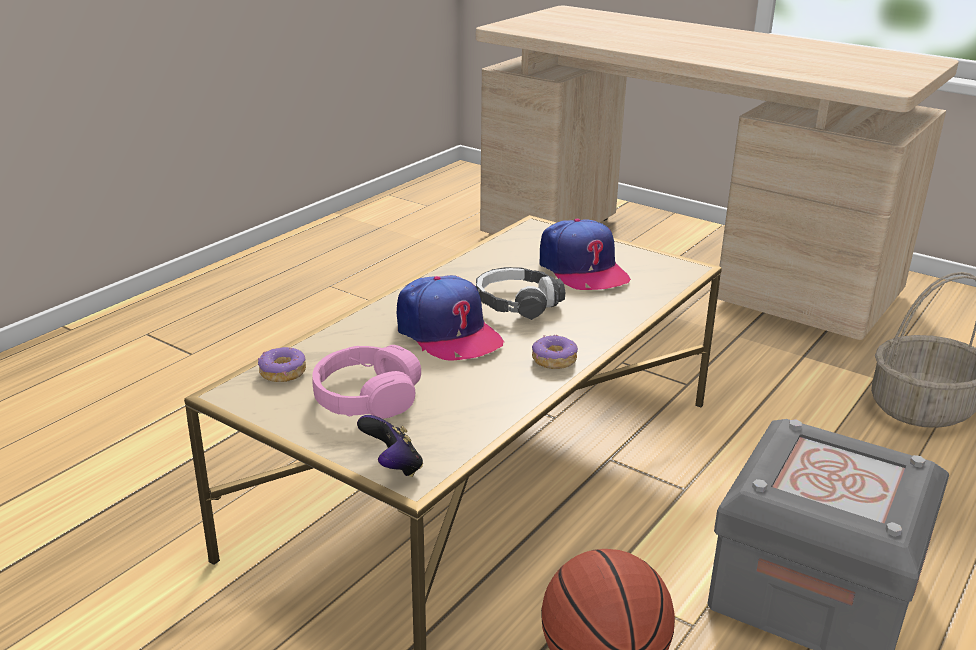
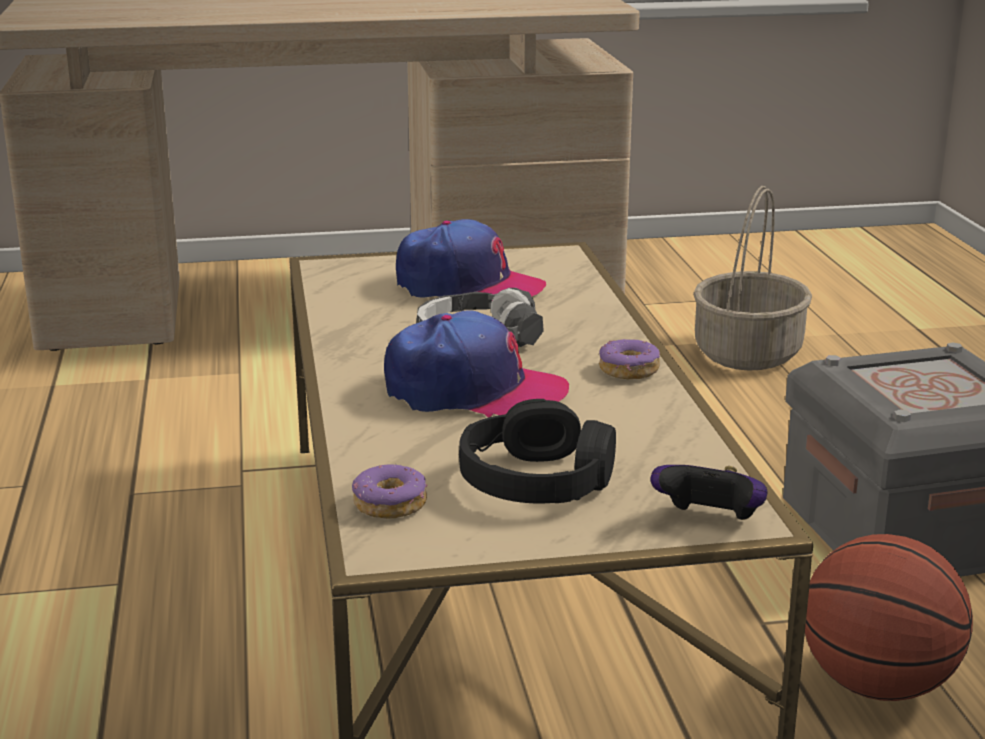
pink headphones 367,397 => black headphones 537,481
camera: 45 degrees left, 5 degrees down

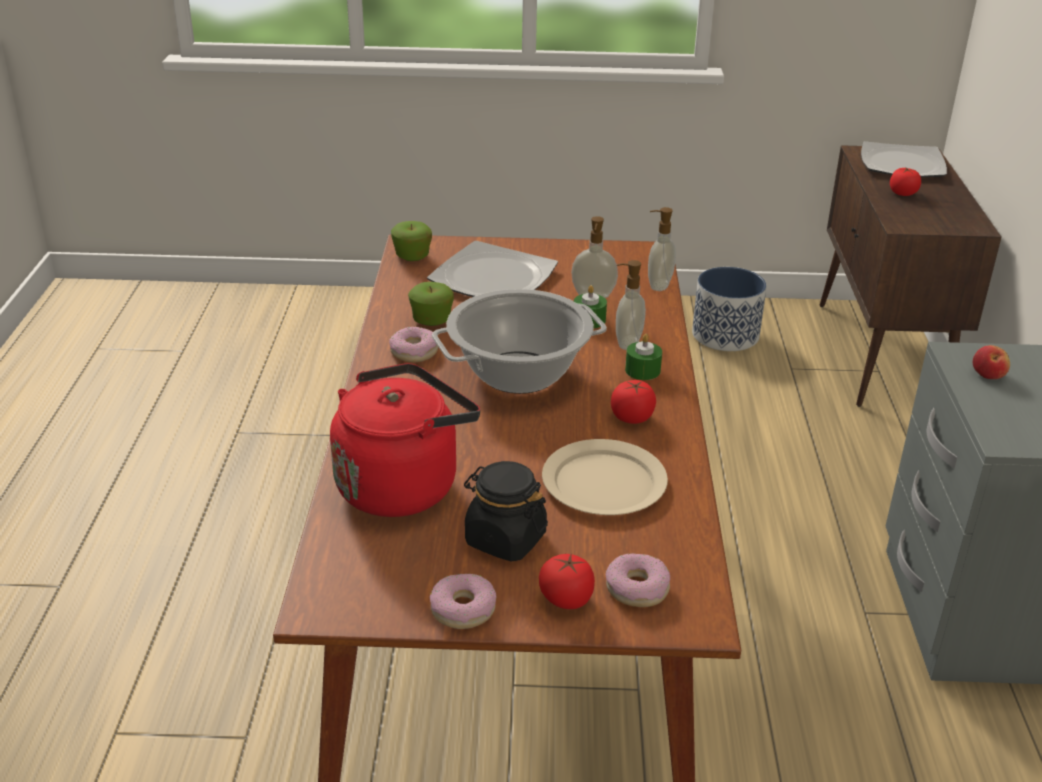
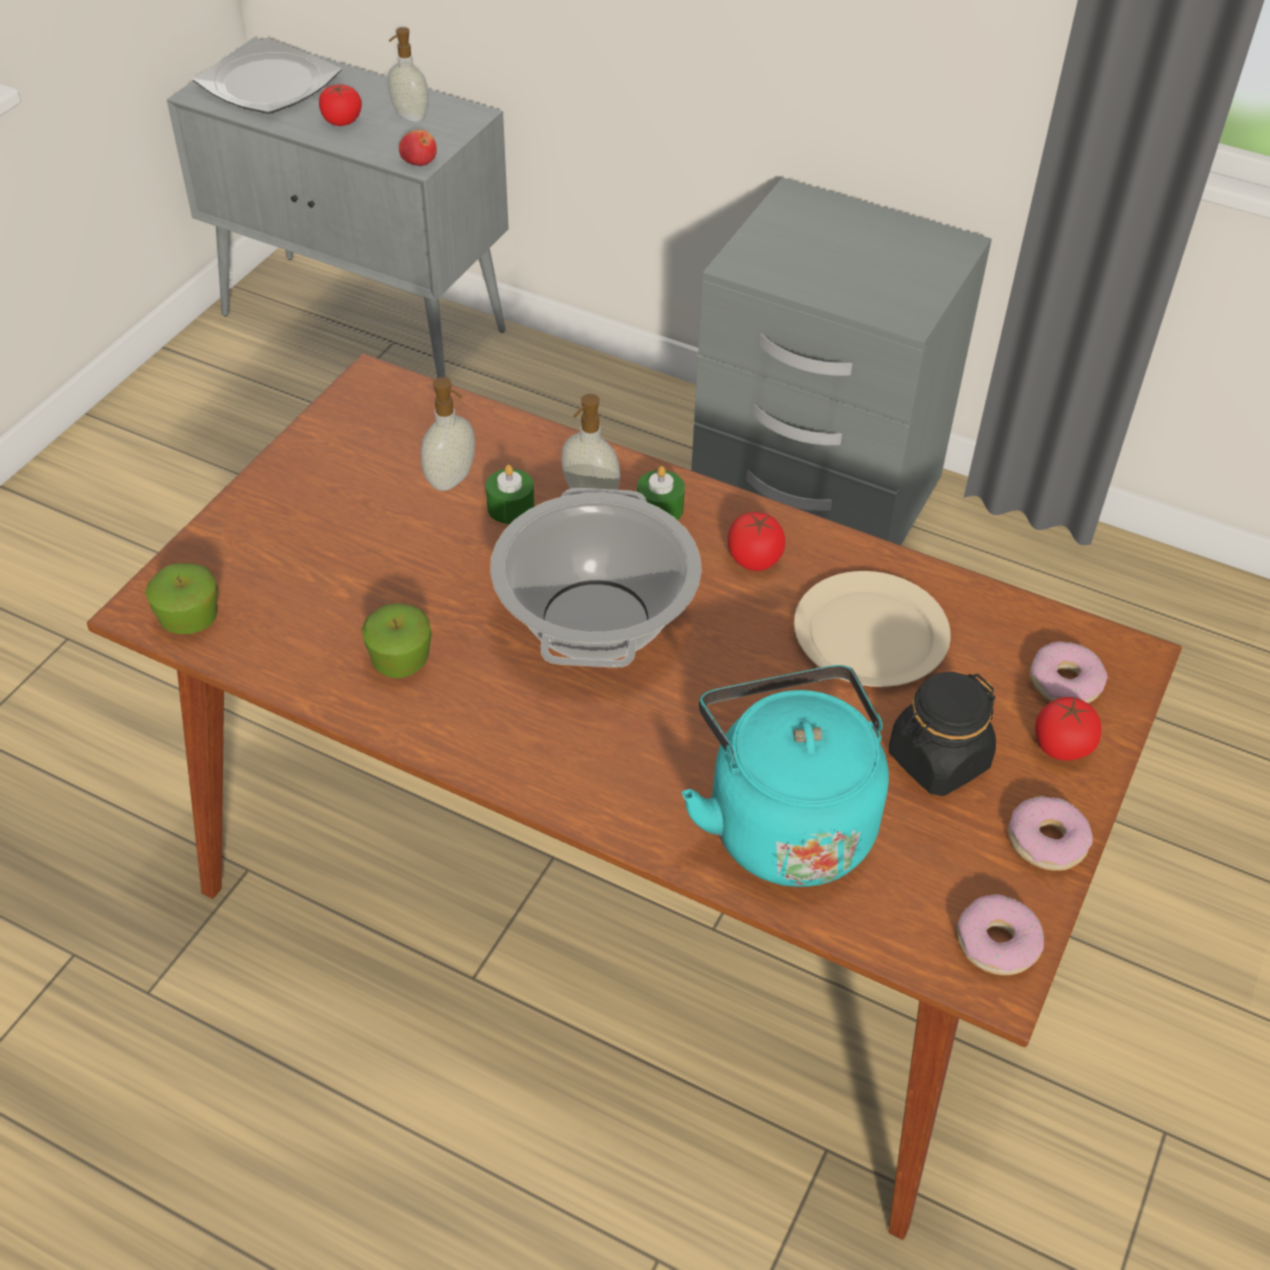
red-coloured water kettle 402,484 => blue-green water kettle 785,821
donut 414,351 => donut 997,942, relocated
dinner plate 494,278 => nothing
soap dispenser 658,285 => soap dispenser 409,116, relocated
plant pot 725,335 => nothing
brownish cabinet 881,355 => greyish cabinet 366,324
whole apple 988,374 => whole apple 419,161, relocated
camera: 65 degrees left, 15 degrees up

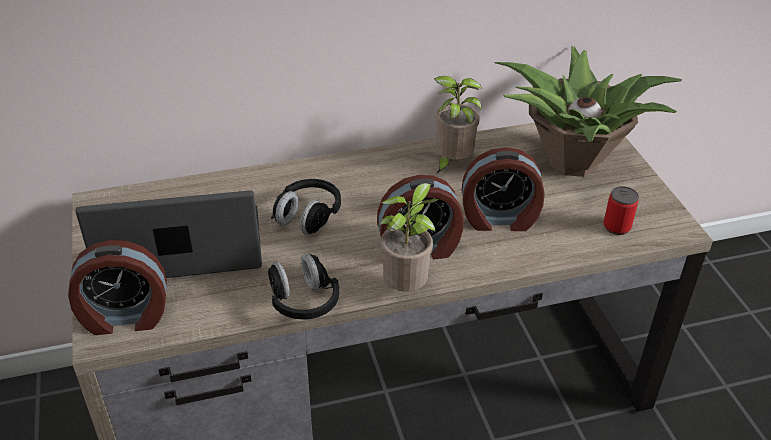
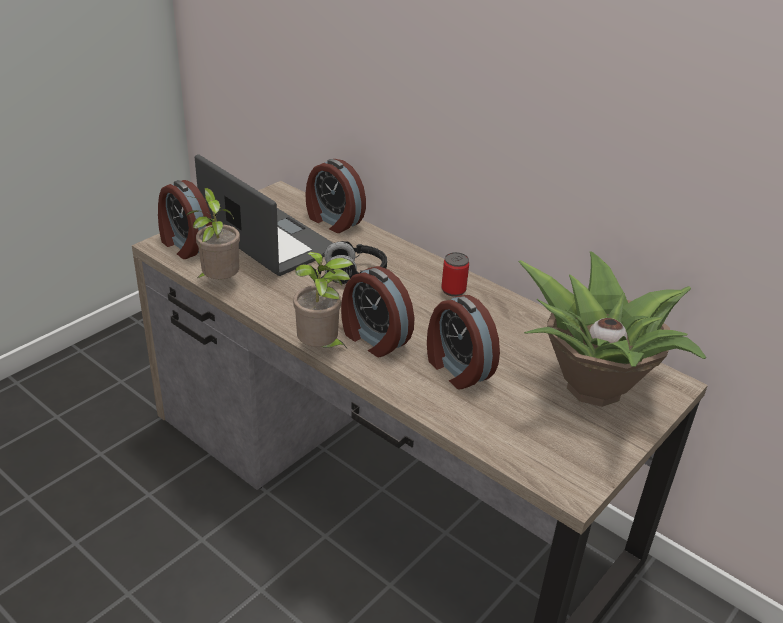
black headphones 303,301 => nothing
potted plant 452,163 => potted plant 219,282, relocated
can 616,227 => can 453,290, relocated
nothing => alarm clock 333,221
camera: 55 degrees right, 5 degrees down

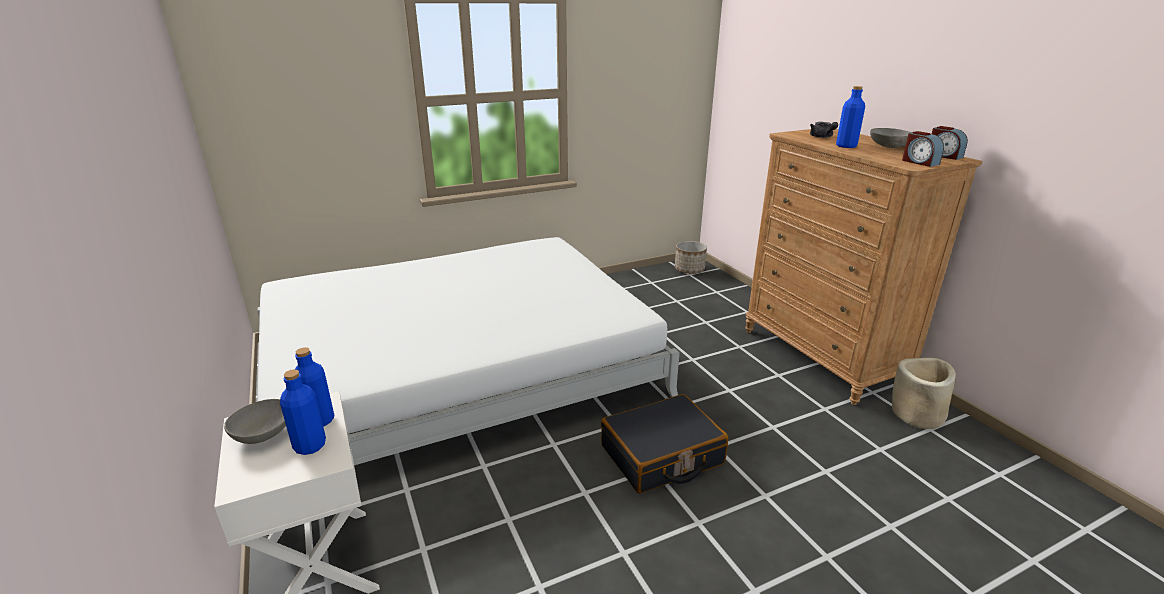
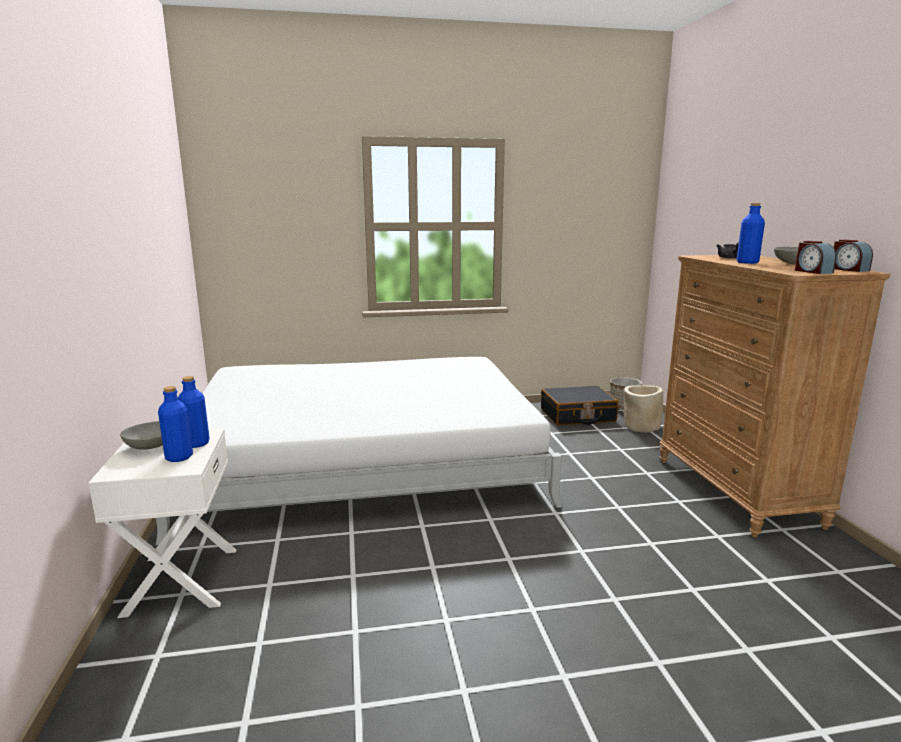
black suitcase 662,455 => black suitcase 577,415, relocated
beige-coloured plant pot 916,415 => beige-coloured plant pot 641,426, relocated
camera: 15 degrees right, 10 degrees down

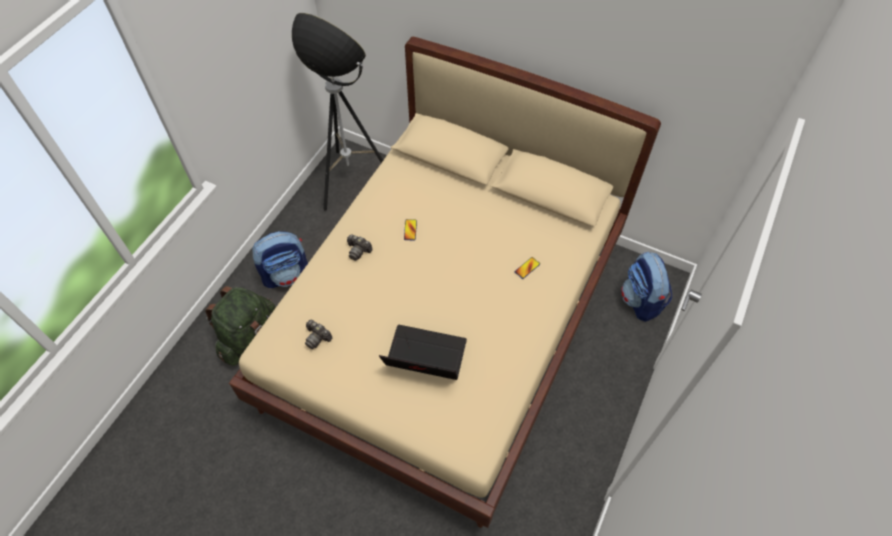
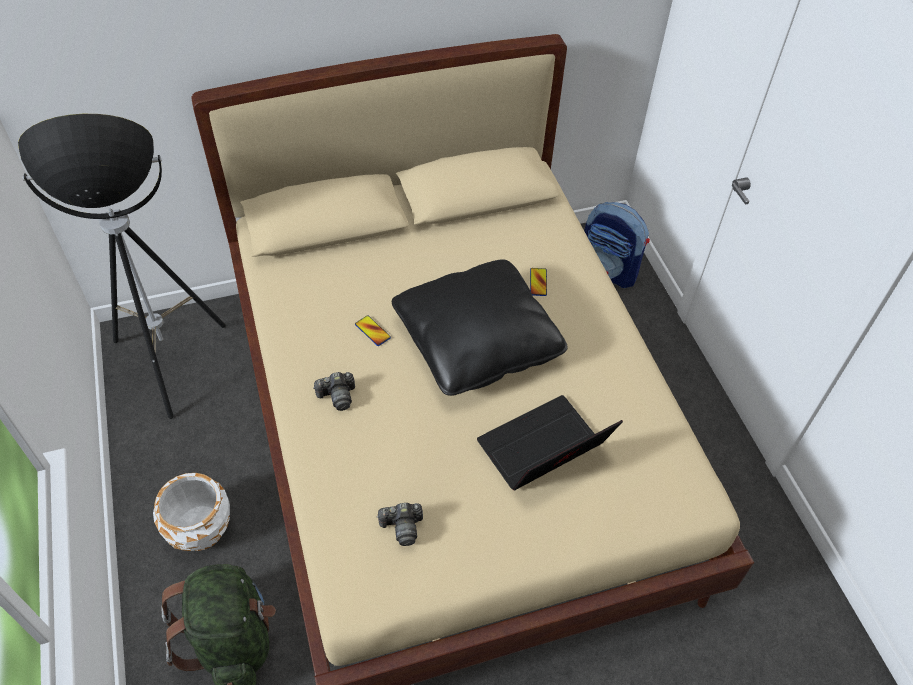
knapsack 286,274 => whitish plant pot 200,528
nothing => black cushion 477,342
camera: 45 degrees left, 5 degrees down

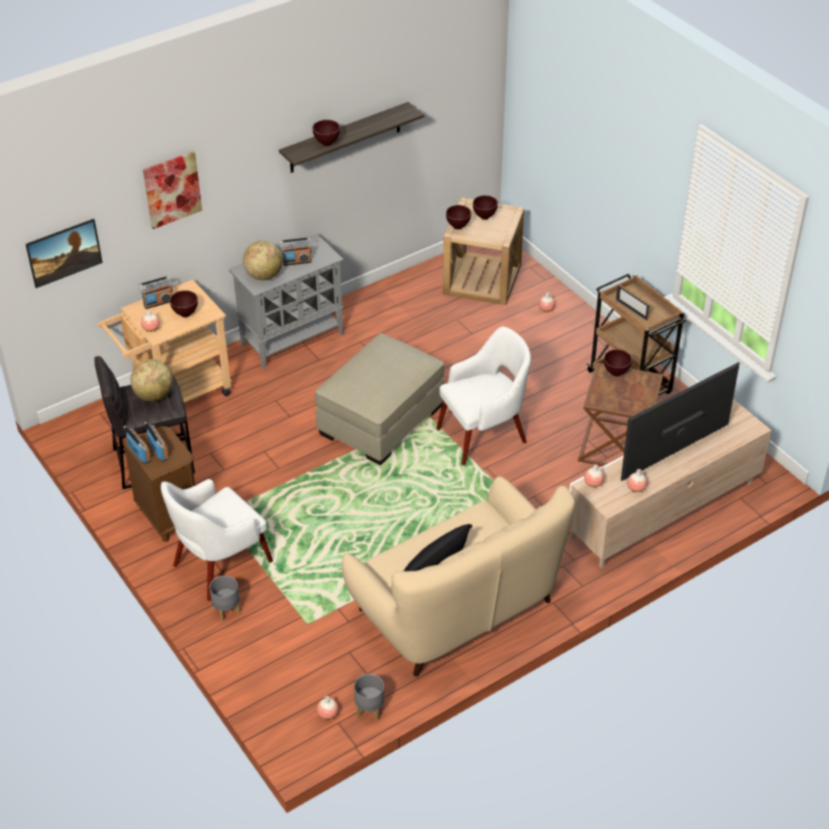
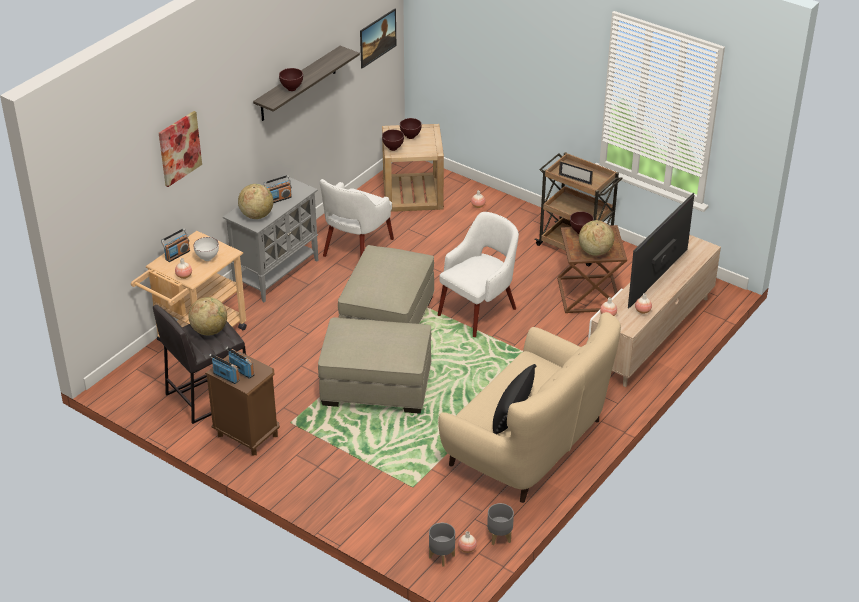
wall art 66,263 => wall art 378,47, relocated
whitish lounge chair 220,564 => whitish lounge chair 356,248, relocated
brownish serving bowl 185,314 => whitish serving bowl 207,259
greyish plant pot 226,611 => greyish plant pot 441,556, relocated
nothing => beige-coloured ottoman 375,385
nothing => desk globe 594,252
camera: 20 degrees left, 5 degrees down

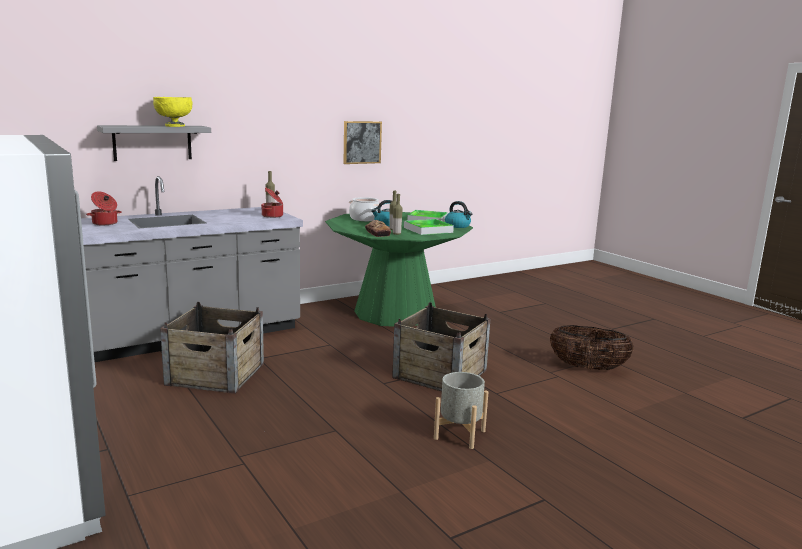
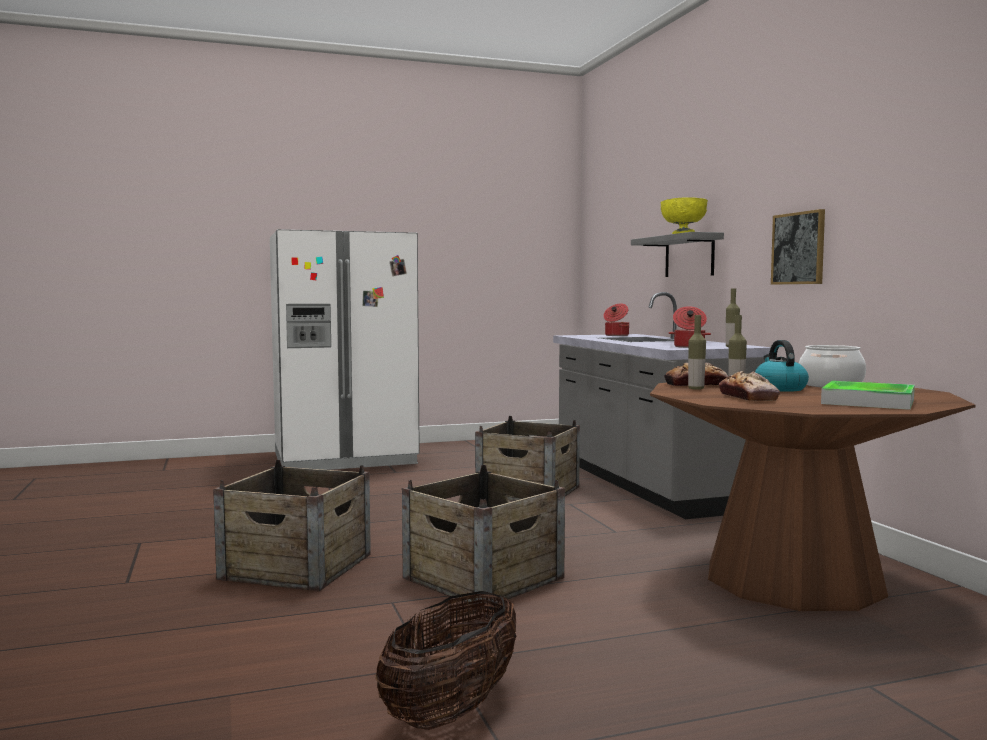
green-coloured kitchen table 395,313 => brownish kitchen table 793,578
wall art 362,142 => wall art 798,248, relocated
serving tray 428,230 => baked bread 748,397
greyish plant pot 459,435 => shipping crate 297,566
water kettle 458,226 => nothing
camera: 105 degrees right, 10 degrees down

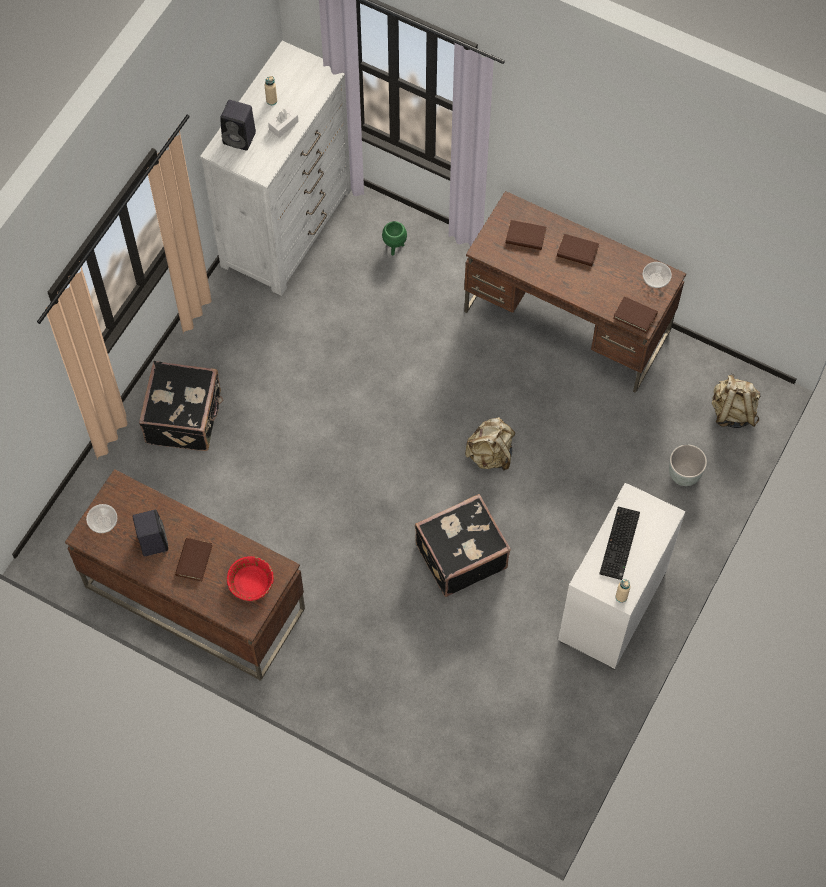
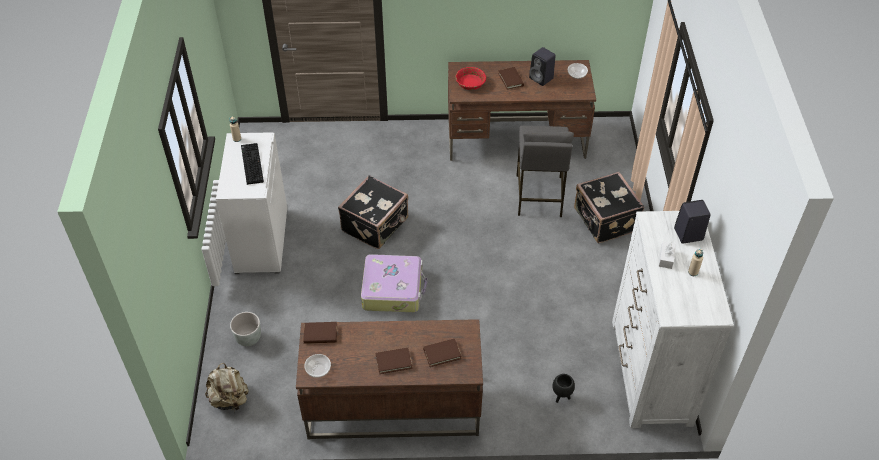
green-coloured plant pot 394,247 => black plant pot 561,397
beige-coloured knapsack 490,454 => suitcase 393,289
nothing => greyish sitting stool 539,196
camera: 150 degrees right, 15 degrees down

